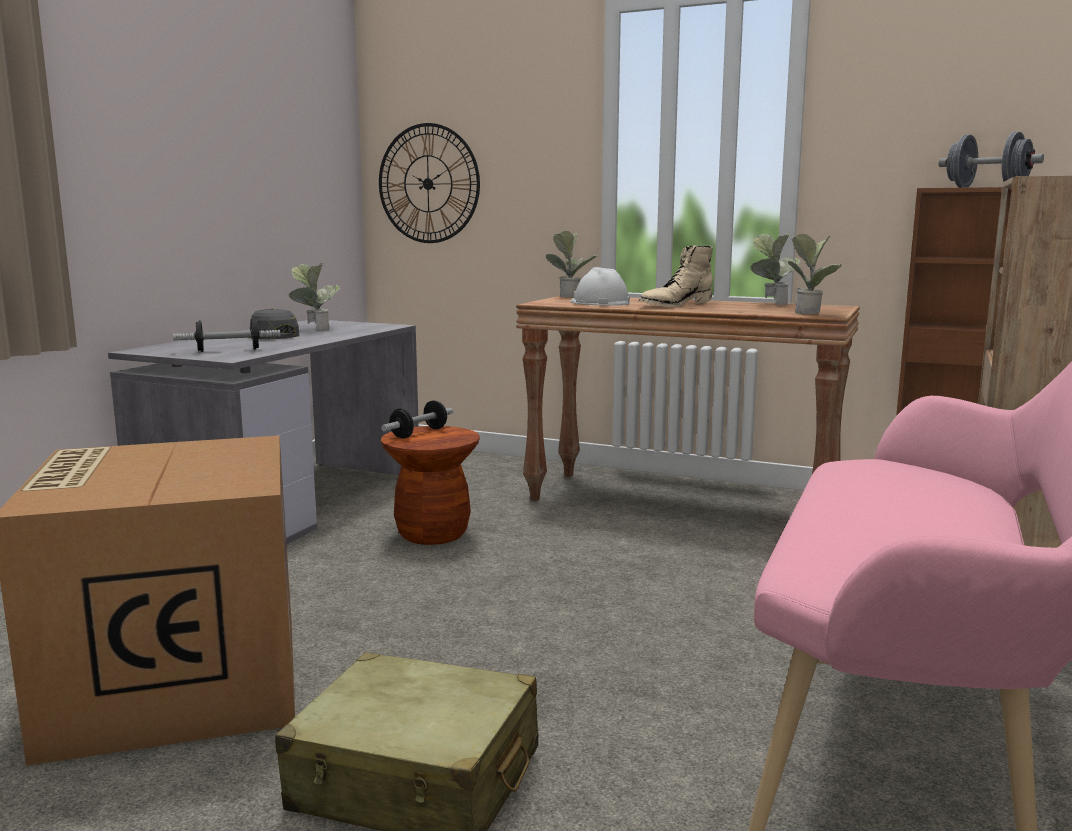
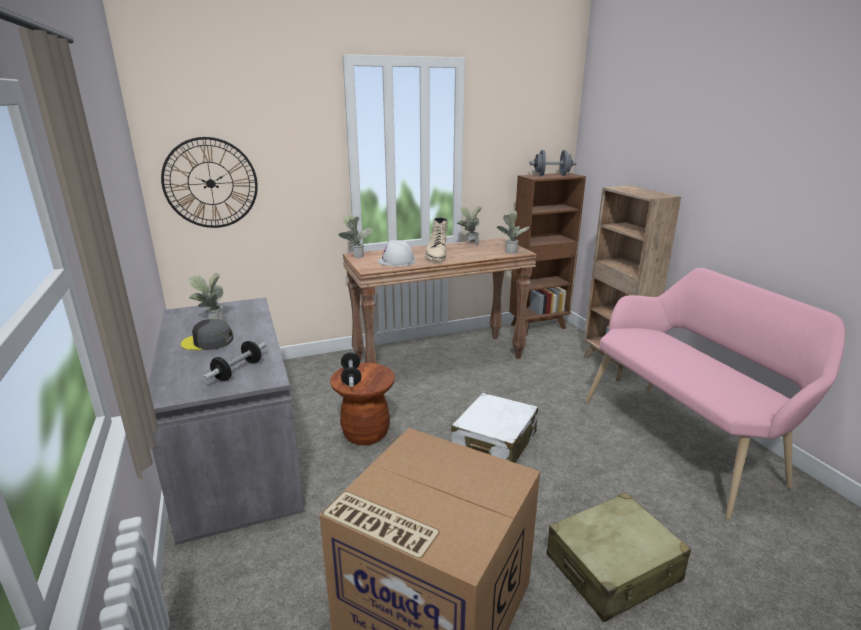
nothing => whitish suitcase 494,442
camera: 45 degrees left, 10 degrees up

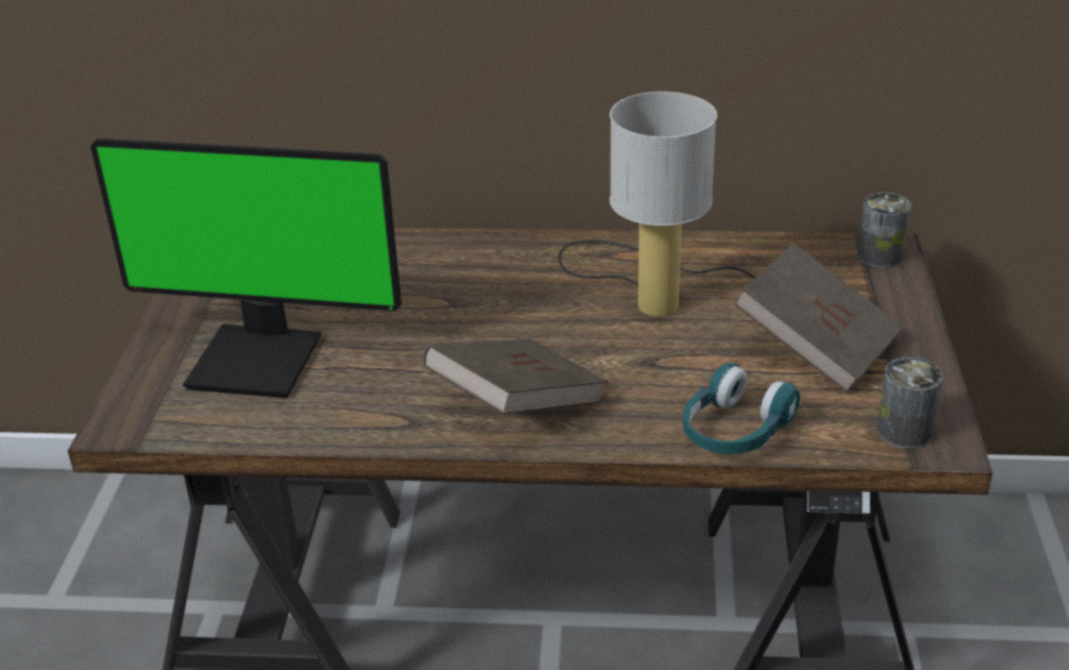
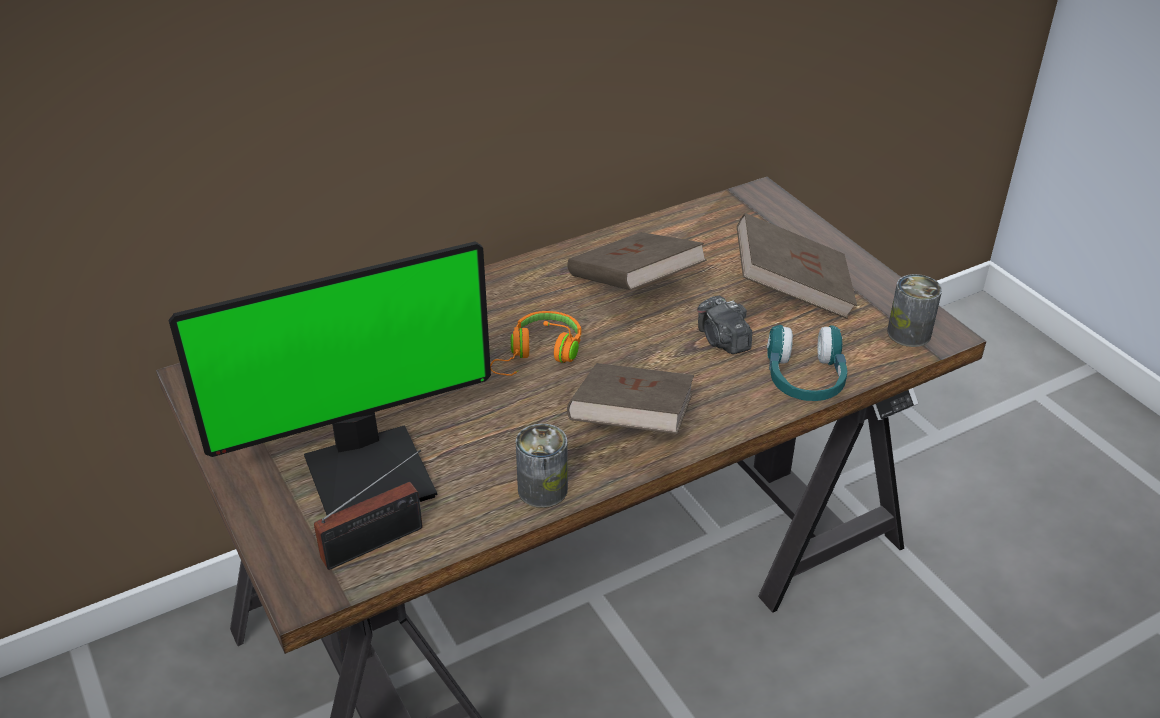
table lamp 655,290 => brownish volume 634,286
can 880,256 => can 542,489, relocated
nothing => radio receiver 378,542
nothing => orangey headphones 539,355
nothing => photo camera 722,340
camera: 35 degrees left, 5 degrees up

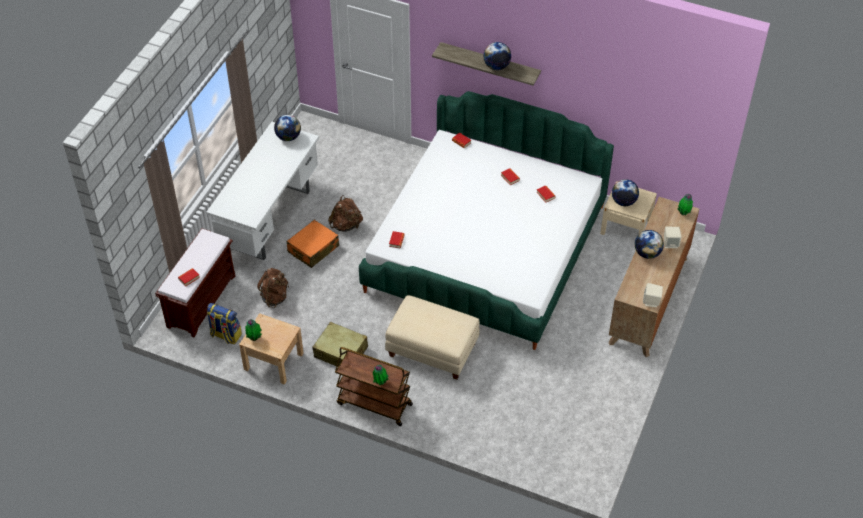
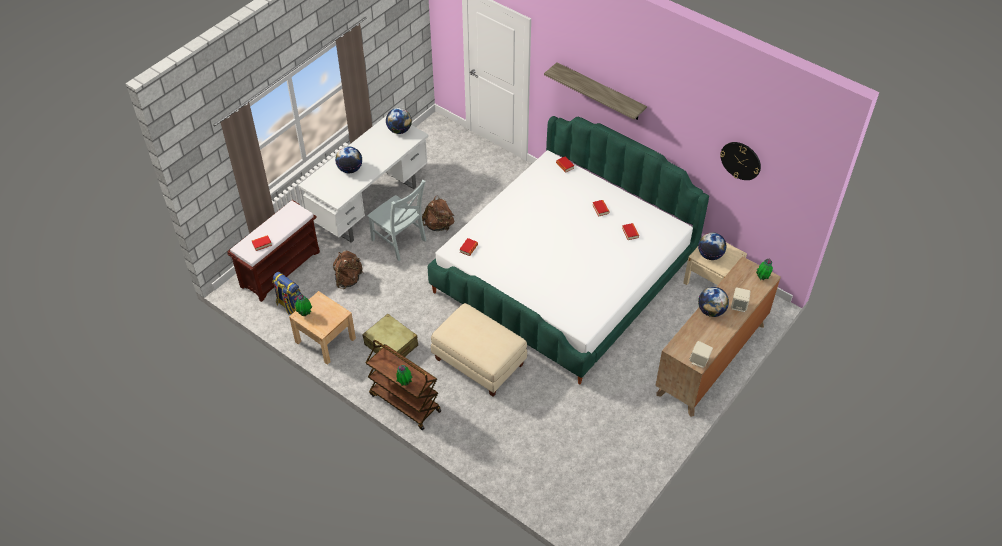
orangey suitcase 313,249 => greyish chair 400,242
desk globe 496,66 => desk globe 350,169, relocated
nothing => clock on the wall 740,160
camera: 15 degrees right, 0 degrees up

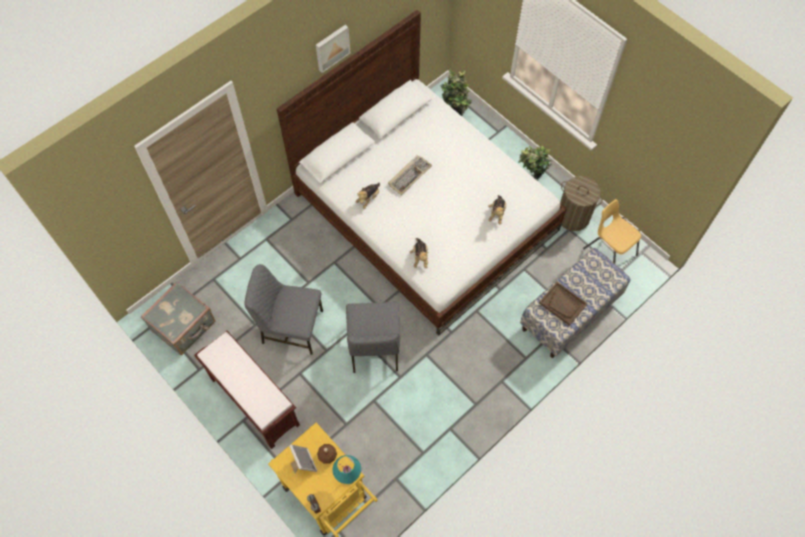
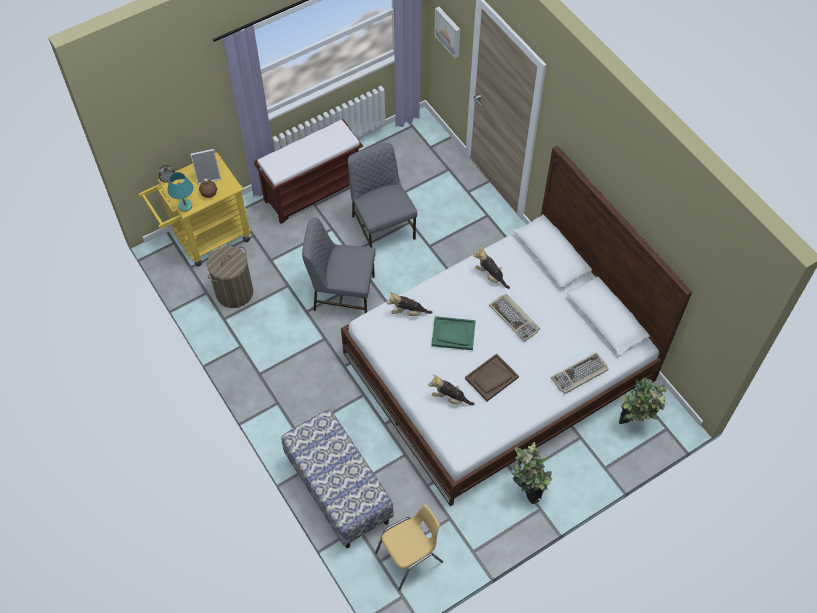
greyish suitcase 184,326 => nothing
greyish chair 291,327 => greyish chair 382,226, 45 degrees counterclockwise
wall art 331,47 => wall art 449,31, relocated
brownish serving tray 563,304 => brownish serving tray 491,378, relocated
hamper 573,216 => hamper 234,292, relocated
nothing => green-coloured serving tray 453,334
nothing => keyboard 579,375
camera: 100 degrees right, 5 degrees down

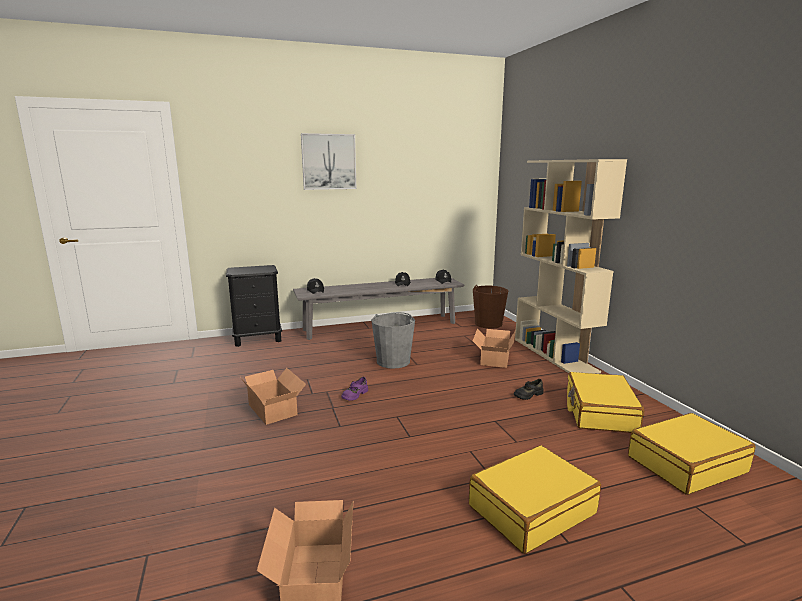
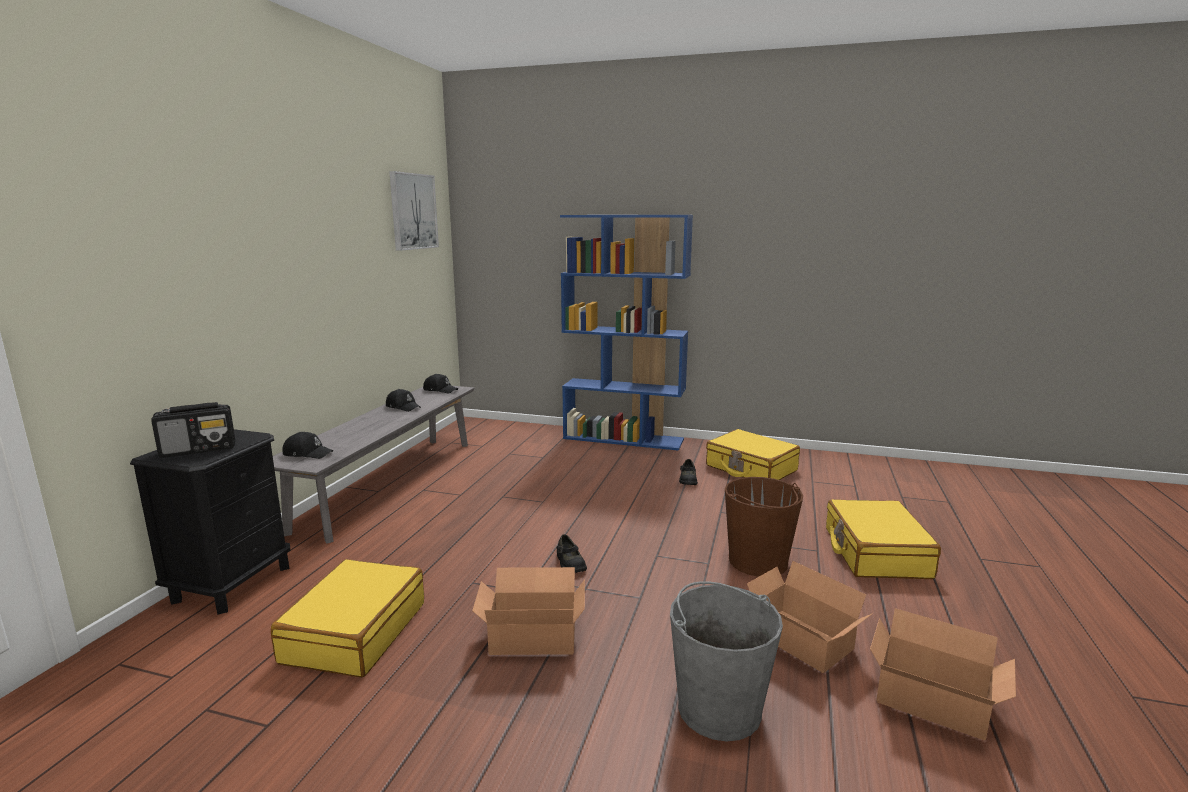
wall art 329,162 => wall art 413,211, relocated
purplish low shoe 354,395 => black low shoe 570,563
greyish bucket 393,361 => greyish bucket 719,708, relocated
brownish bucket 488,324 => brownish bucket 758,561, relocated
carton 493,359 => carton 801,642, relocated
beige-coloured bookcase 555,355 => bluish bookcase 624,439
yellow-coloured suitcase 686,464 => yellow-coloured suitcase 354,632, relocated
nothing => radio receiver 199,450
camera: 55 degrees left, 0 degrees up

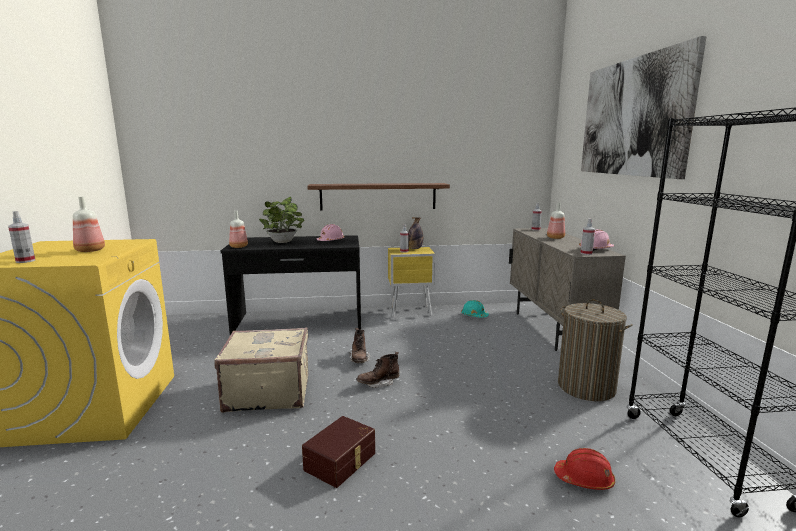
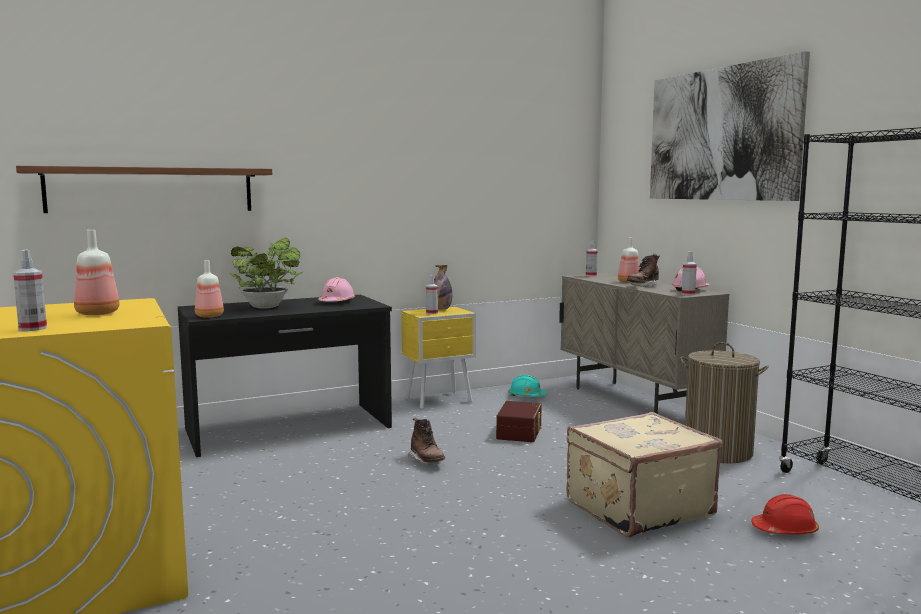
beige-coloured suitcase 268,392 => beige-coloured suitcase 636,507, relocated
brownish storage box 341,462 => brownish storage box 520,432, relocated
shelf 378,196 => shelf 151,190, relocated
brownish tall boot 378,383 => brownish tall boot 642,286, relocated
camera: 20 degrees left, 5 degrees down

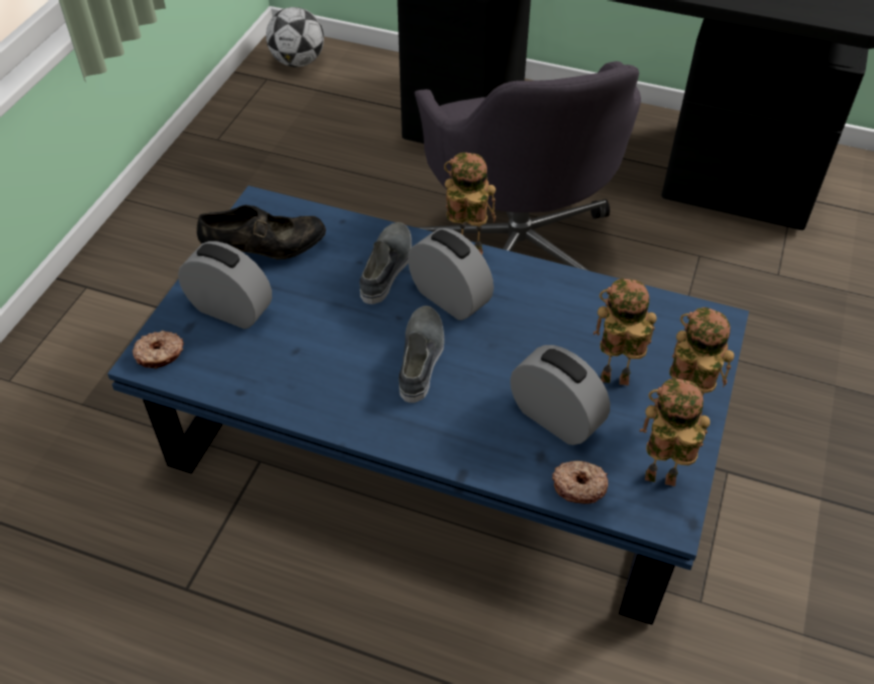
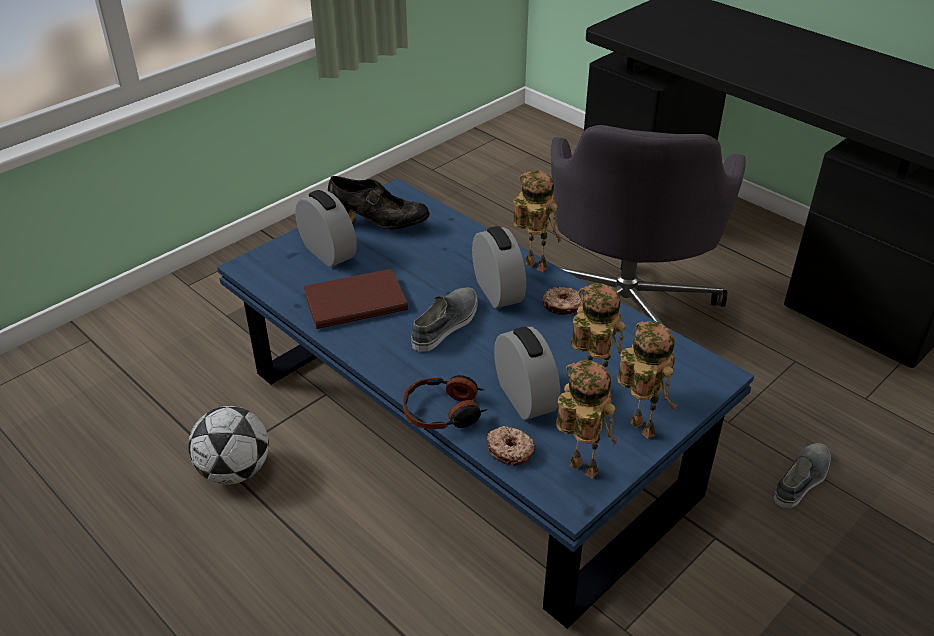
donut 160,355 => donut 562,306, relocated
ball for football 298,62 => ball for football 235,471, relocated
greyish low shoe 387,267 => greyish low shoe 802,479, relocated
nothing => brownish volume 353,301
nothing => headphones 444,412
camera: 25 degrees right, 10 degrees down

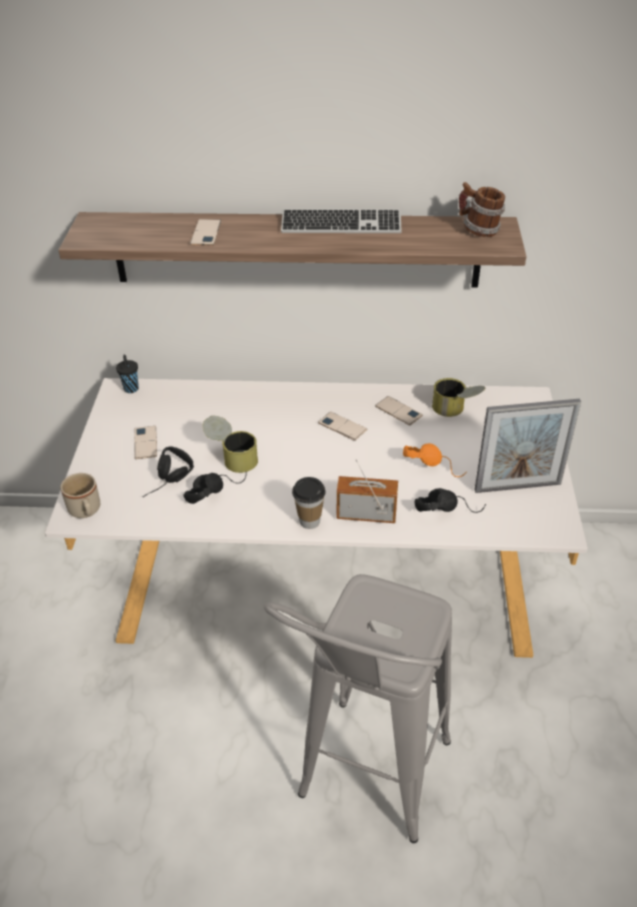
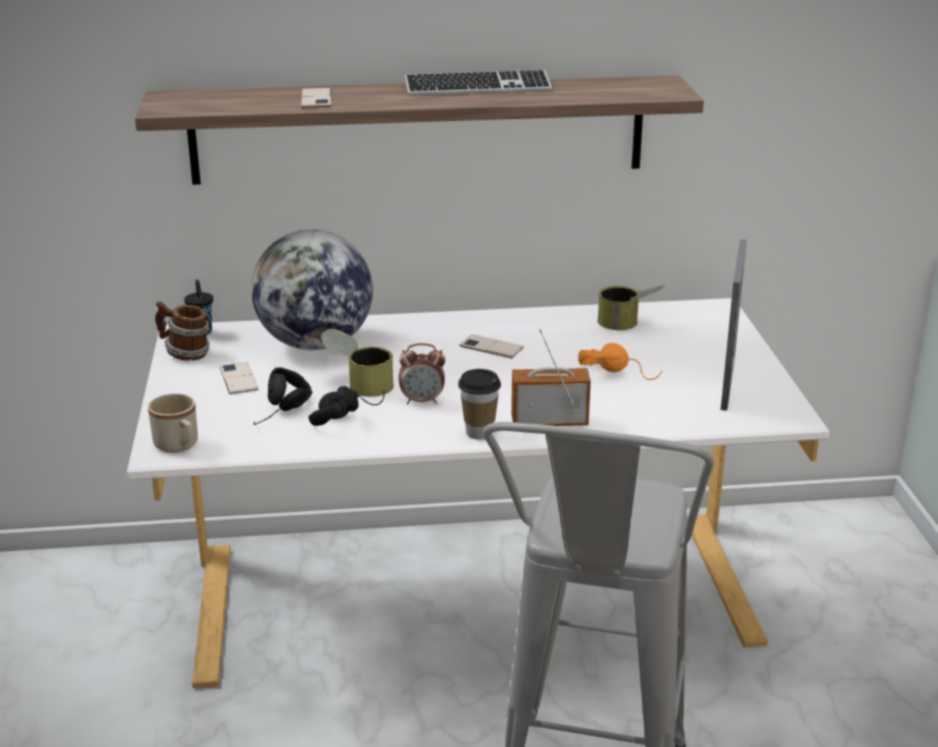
handset 398,411 => nothing
black headphones 447,508 => nothing
coffee mug 478,230 => coffee mug 185,354, relocated
picture frame 517,487 => picture frame 727,384, 60 degrees counterclockwise
nothing => desk globe 315,344
nothing => alarm clock 422,401
camera: 10 degrees left, 15 degrees down

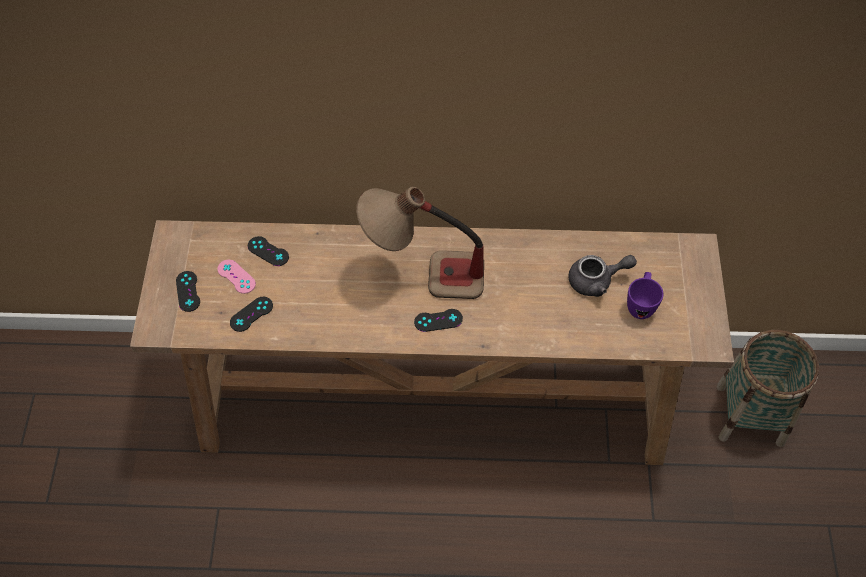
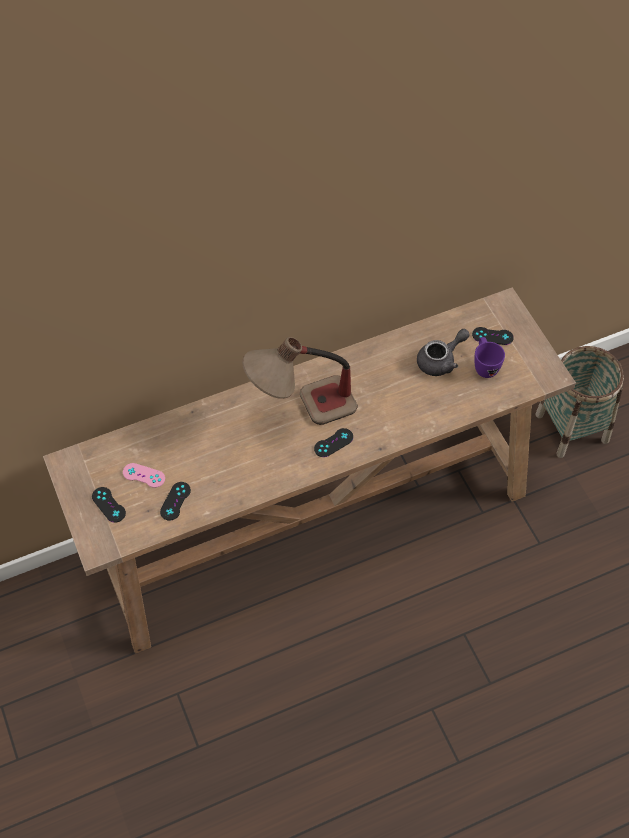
black gamepad 268,251 => black gamepad 492,336, relocated
camera: 25 degrees left, 0 degrees up

